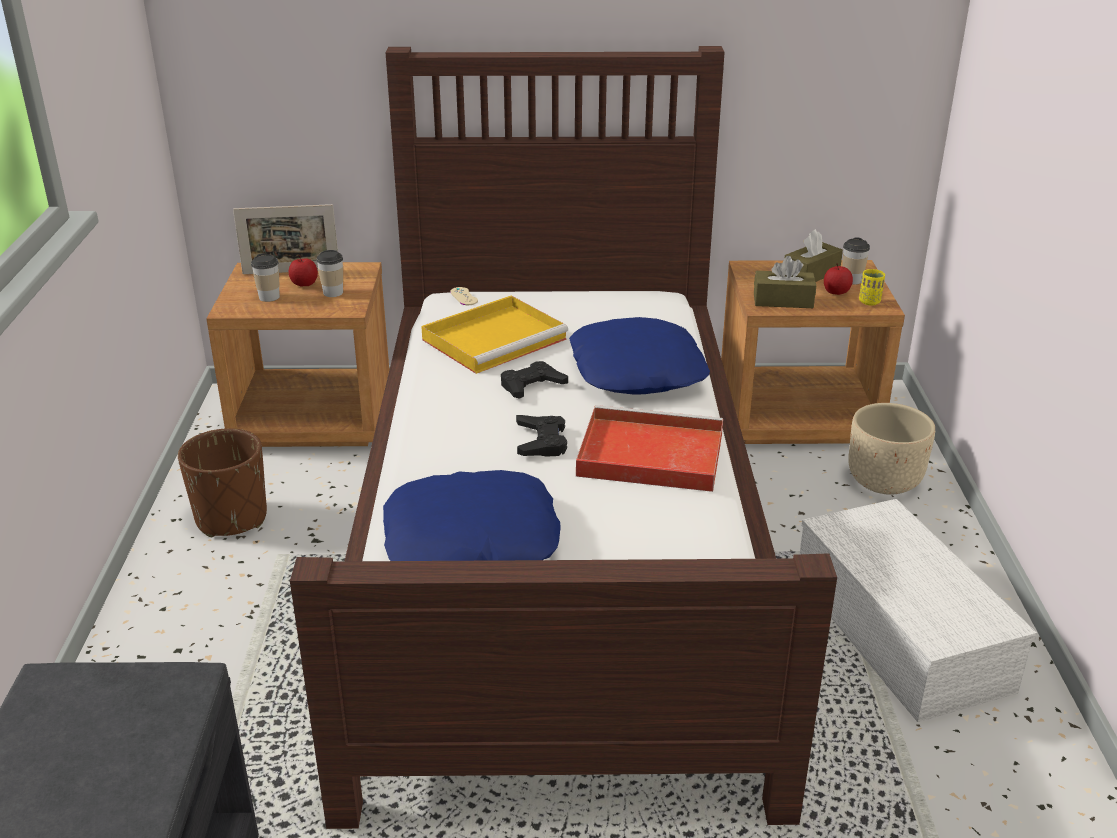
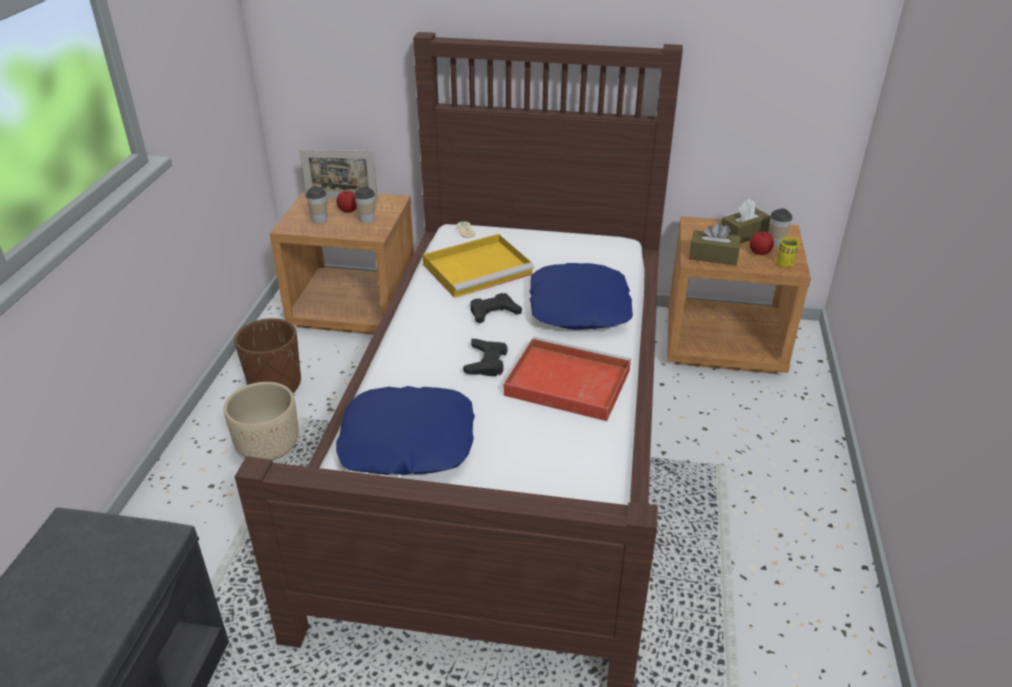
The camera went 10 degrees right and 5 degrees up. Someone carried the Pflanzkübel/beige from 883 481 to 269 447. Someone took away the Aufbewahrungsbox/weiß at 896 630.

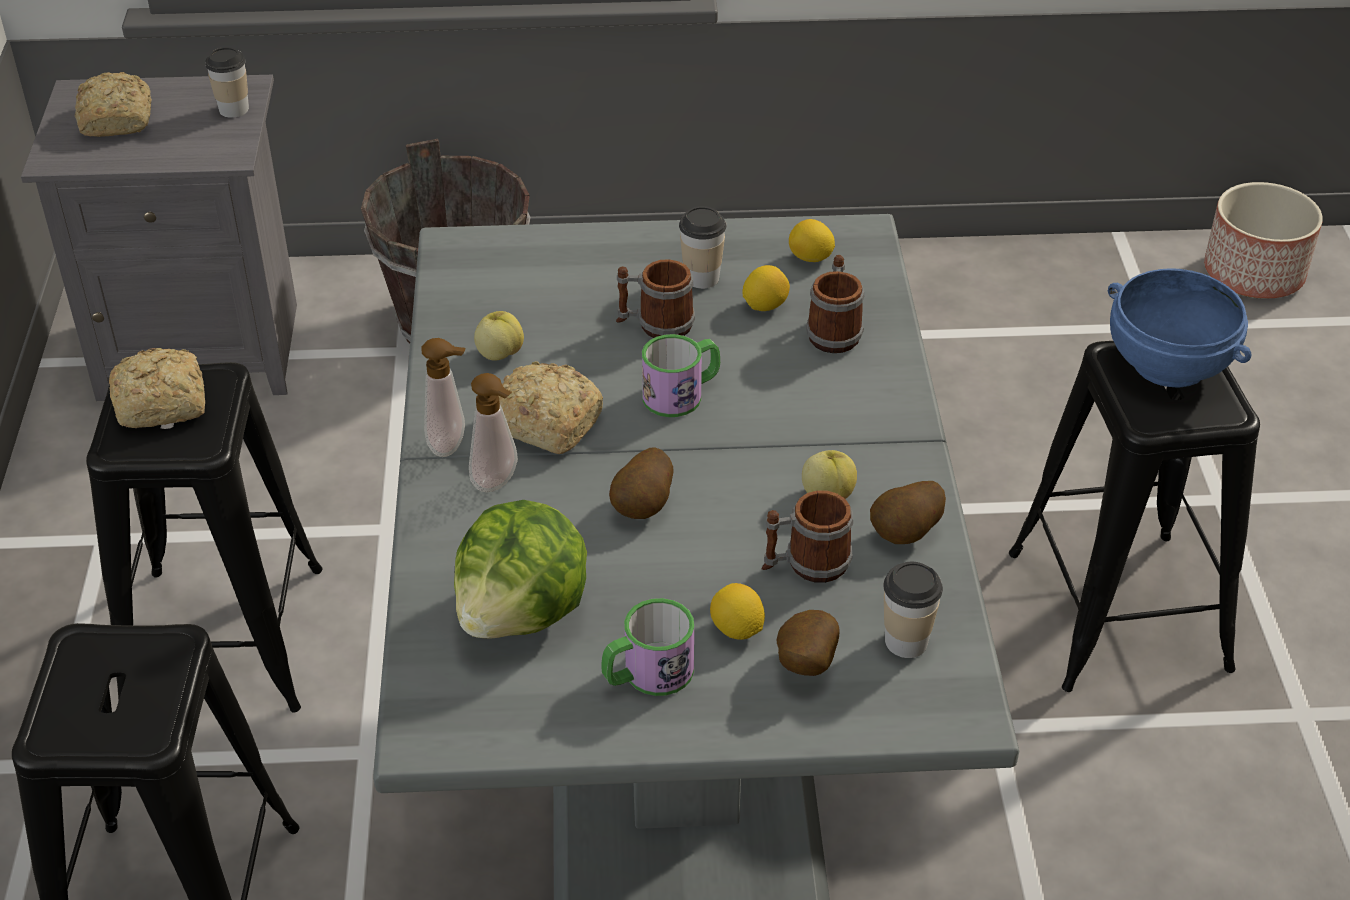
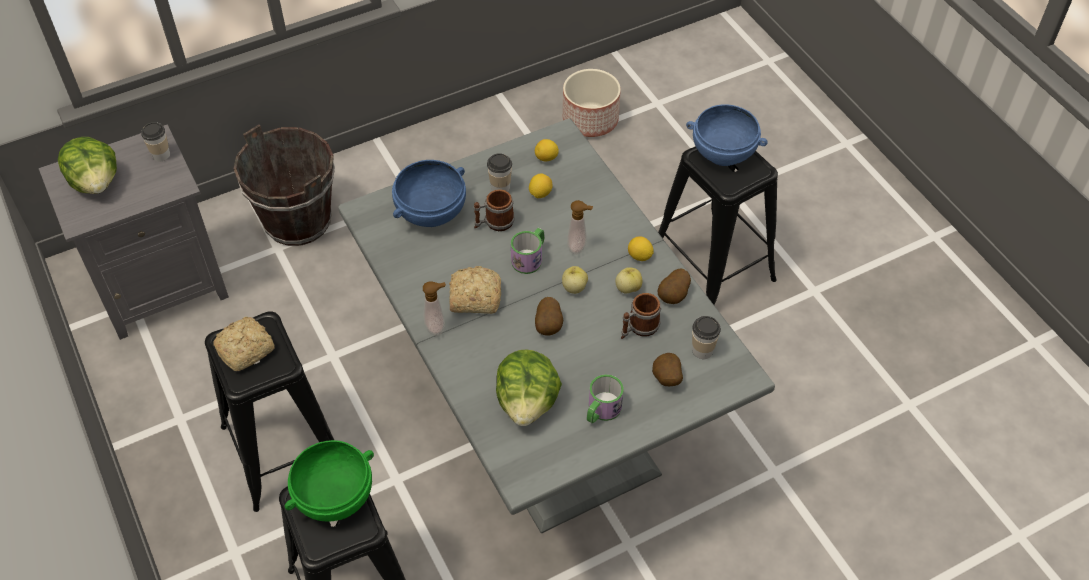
The camera went 25 degrees left and 10 degrees up. Someone swapped the Brot at 118 118 for the Salatkopf at 96 182. Someone put down the Schüssel/grün at 335 498. Someone put down the Schüssel/blau at 430 211. Someone carried the Apfel from 499 354 to 574 287. Someone carried the Pflanzkübel from 1252 274 to 589 120. Someone carried the Seifenspender from 498 483 to 578 248. Someone carried the Zitrone from 736 629 to 639 256. Someone took away the Henkelbecher at 834 331.

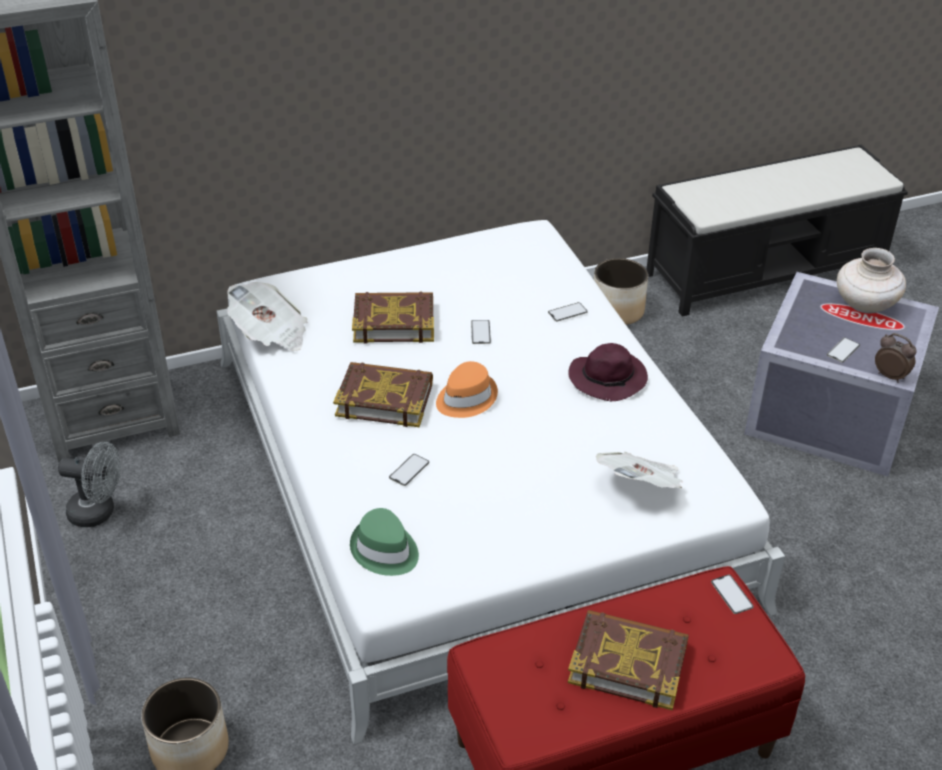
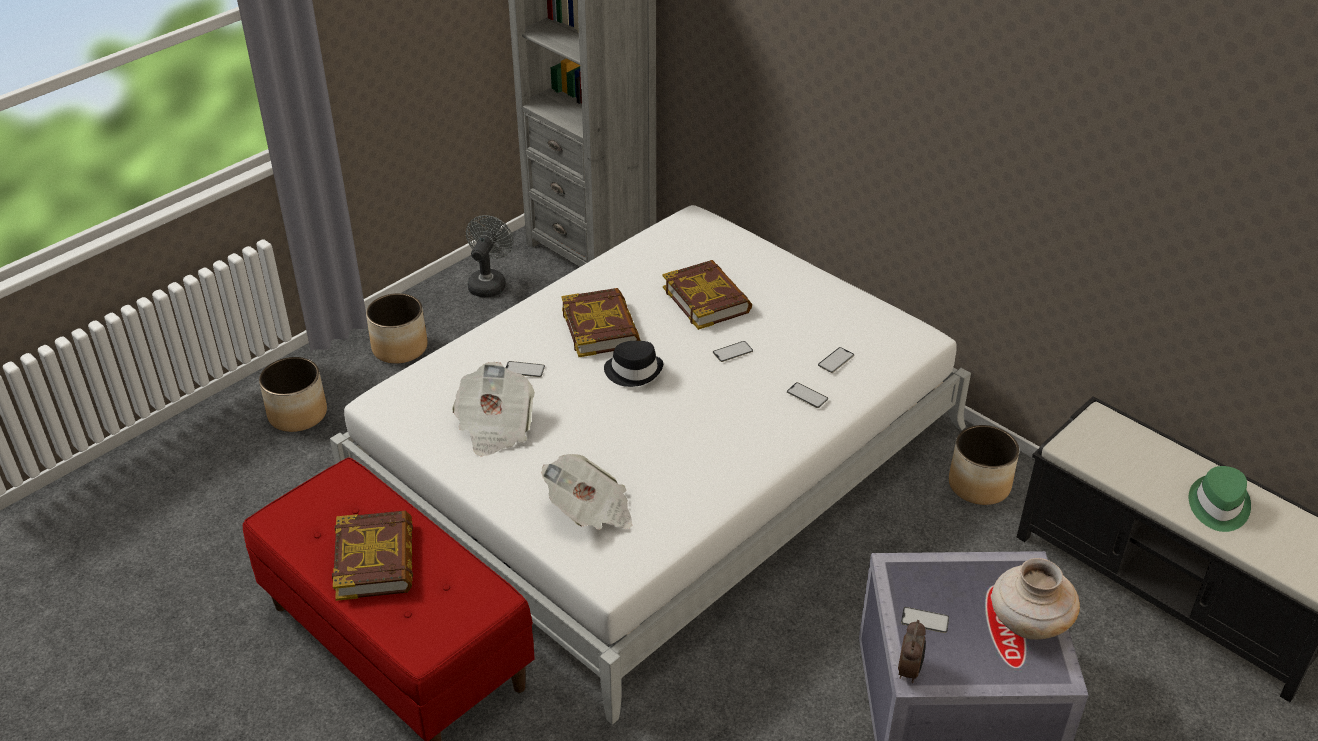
The camera went 65 degrees right and 0 degrees up. Someone put down the Pflanzkübel at 400 347. Someone carried the Zeitung from 270 334 to 494 427. Someone rotated the Ventilator/grau at 99 512 by 150 degrees counterclockwise. Someone repainted the Hut/orange at 465 398, which became the Hut/schwarz at 634 371. Someone carried the Handy from 732 594 to 836 360. Someone carried the Hut/grün from 384 551 to 1218 506. Someone took away the Hut/lila at 609 378.

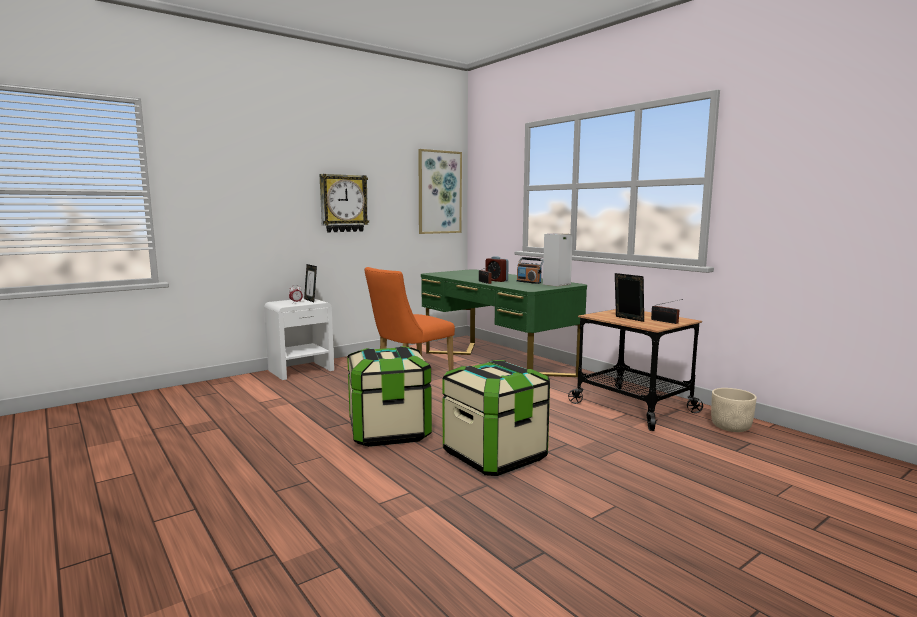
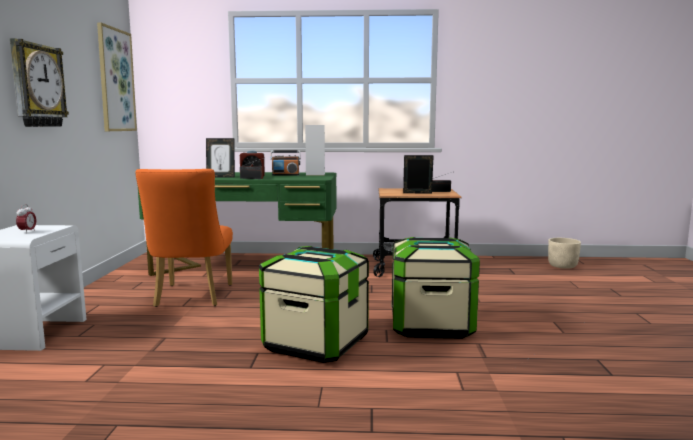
The camera went 50 degrees left and 0 degrees up. Someone carried the Bilderrahmen from 311 300 to 221 177. Someone carried the Pflanzkübel/beige from 731 427 to 563 266.

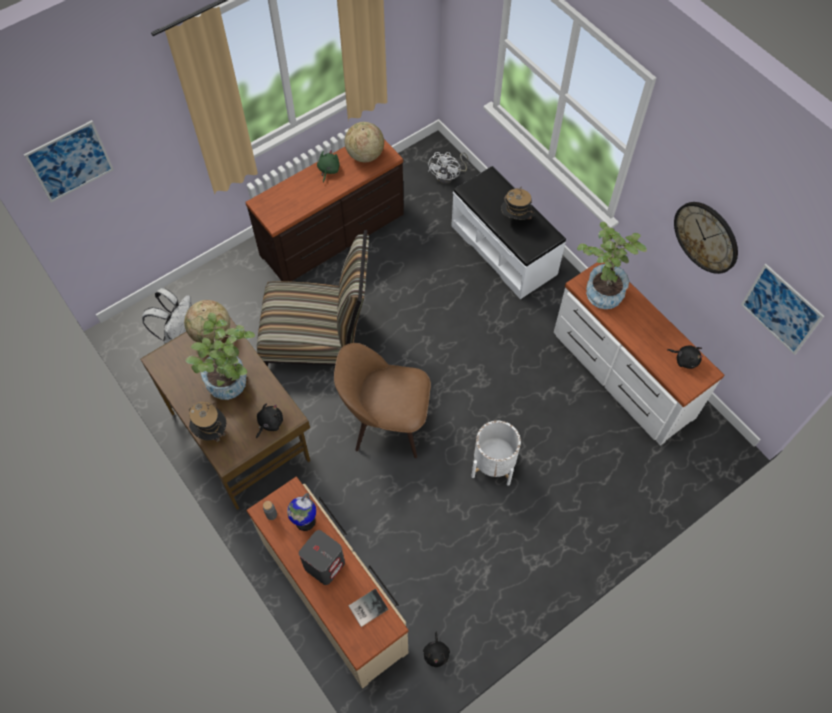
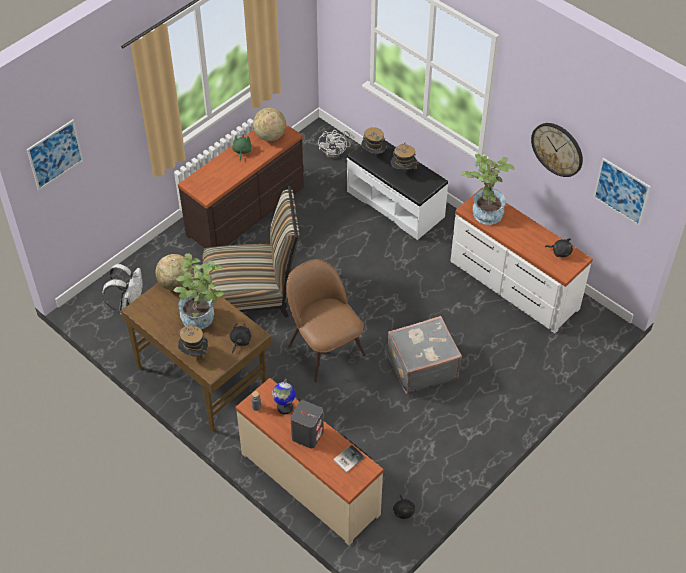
The camera went 10 degrees left and 10 degrees down. Someone rotated the Stuhl/braun at 386 421 by 60 degrees clockwise. Someone put down the Hut at 373 154. Someone swapped the Pflanzkübel/weiß at 493 463 for the Koffer/grau at 421 366.

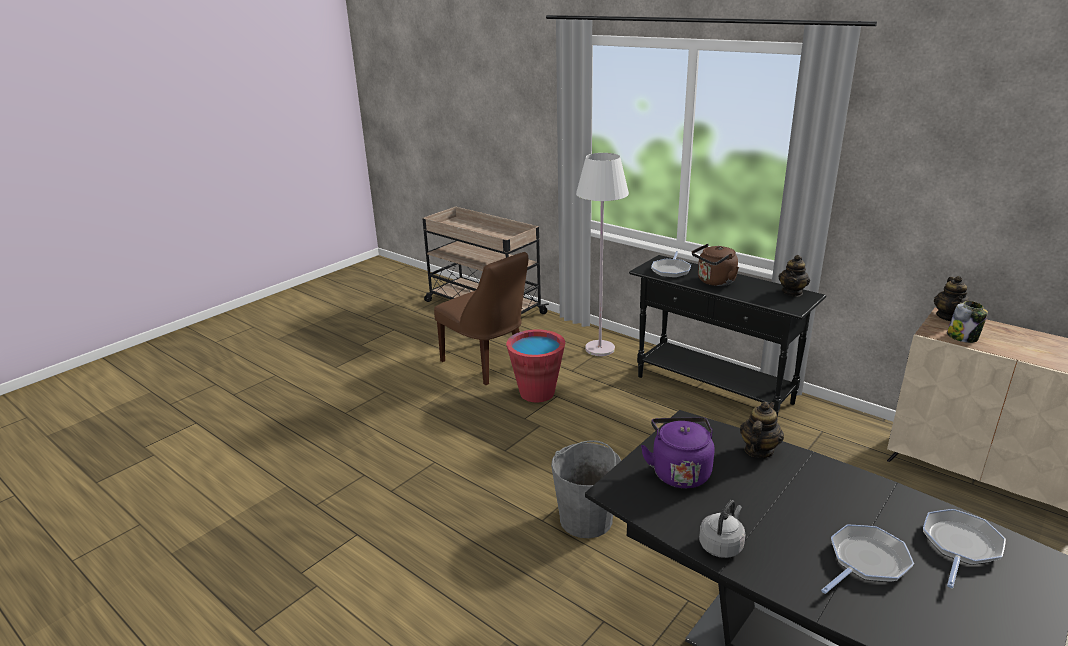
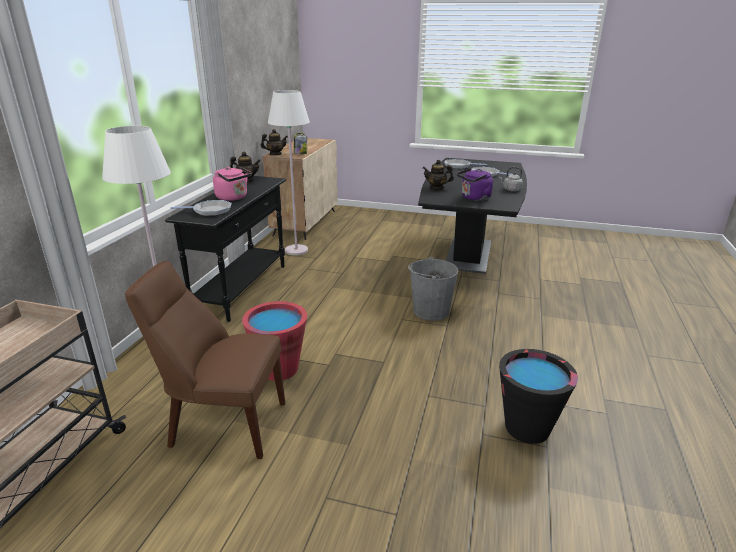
The camera went 115 degrees left and 0 degrees up. Someone rotated the Stuhl/braun at 487 364 by 105 degrees counterclockwise. Someone repainted the Wasserkessel/braun at 714 282, which became the Wasserkessel/rosa at 233 198. Someone put down the Stehlampe/weiß at 296 250. Someone put down the Eimer/schwarz at 527 428.

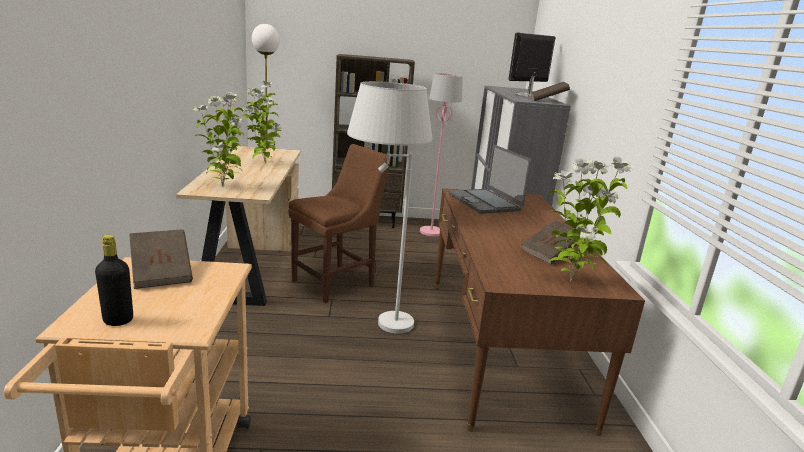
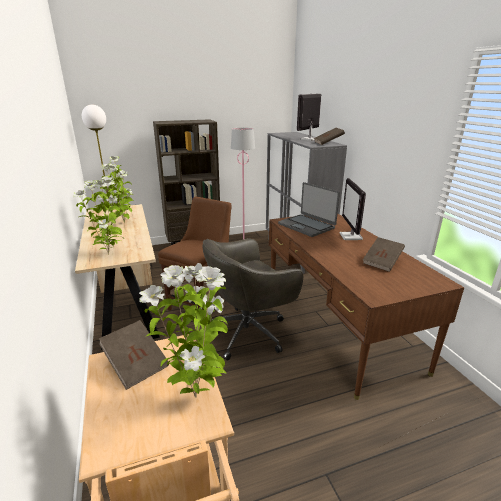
The camera went 15 degrees left and 5 degrees up. Someone carried the Topfpflanze from 571 280 to 196 395. Someone swapped the Stehlampe/weiß at 376 325 for the Bürostuhl/grau at 249 331. Someone put down the Monitor at 351 236. Someone took away the Flasche/schwarz at 118 320.

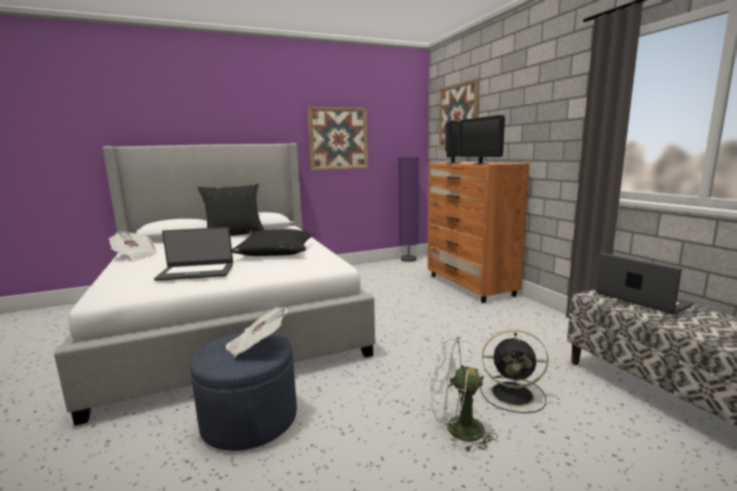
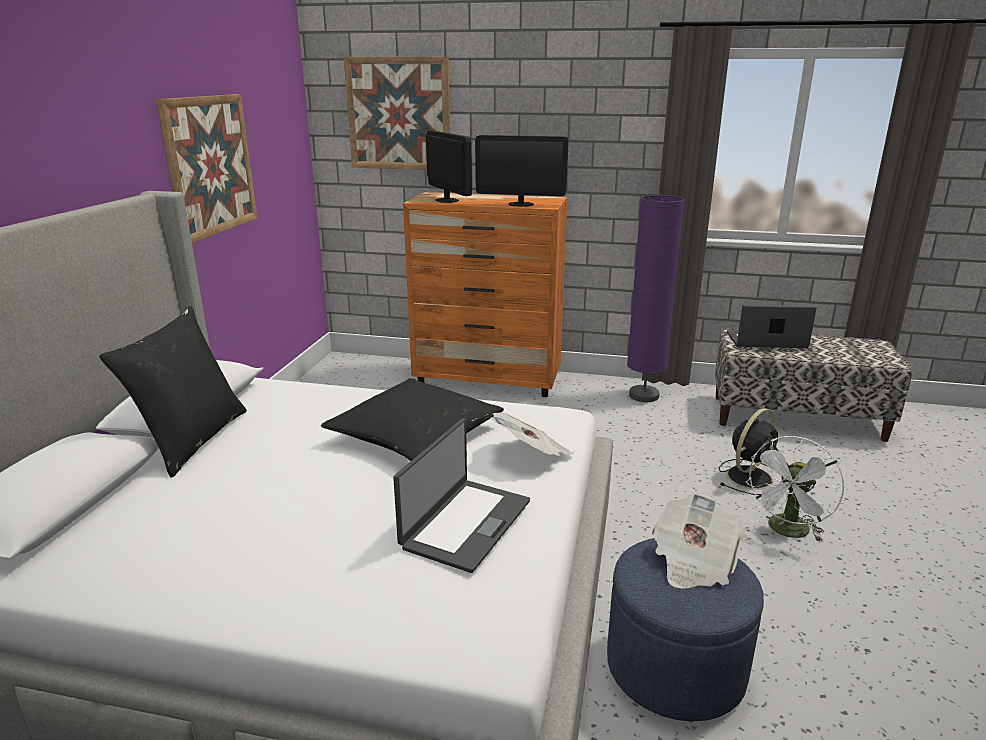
The camera went 55 degrees left and 10 degrees up. Someone carried the Zeitung from 135 256 to 532 454. Someone carried the Stehlampe/lila from 408 259 to 643 396.

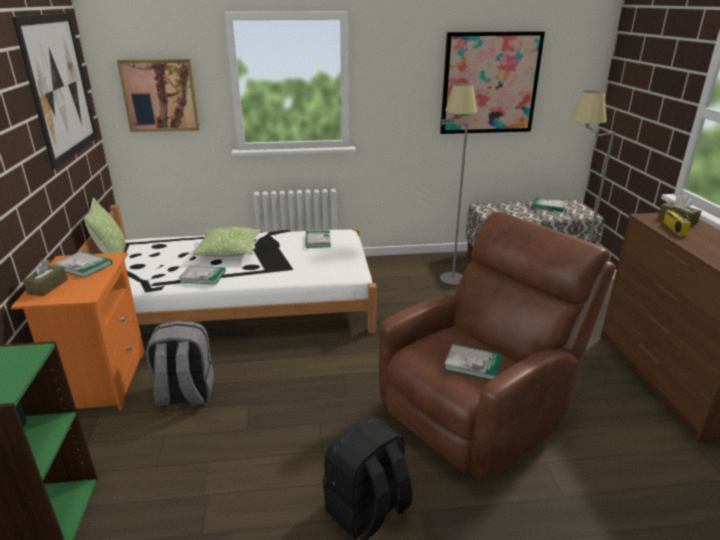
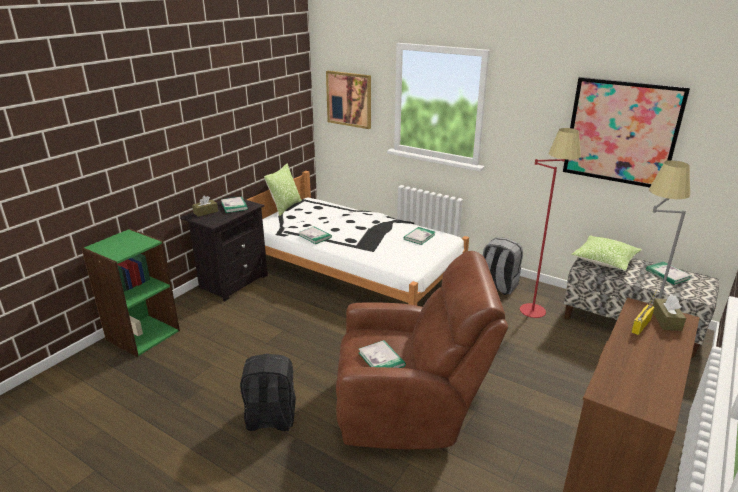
The camera went 40 degrees right and 0 degrees up. Someone repainted the Nachttisch/orange at 102 381, which became the Nachttisch/schwarz at 232 282. Someone carried the Rucksack/grau from 185 395 to 497 286. Someone repainted the Stehlampe/grau at 449 273, which became the Stehlampe/rot at 536 305. Someone carried the Kissen from 229 251 to 604 260. Someone took away the Bild at 60 87.

